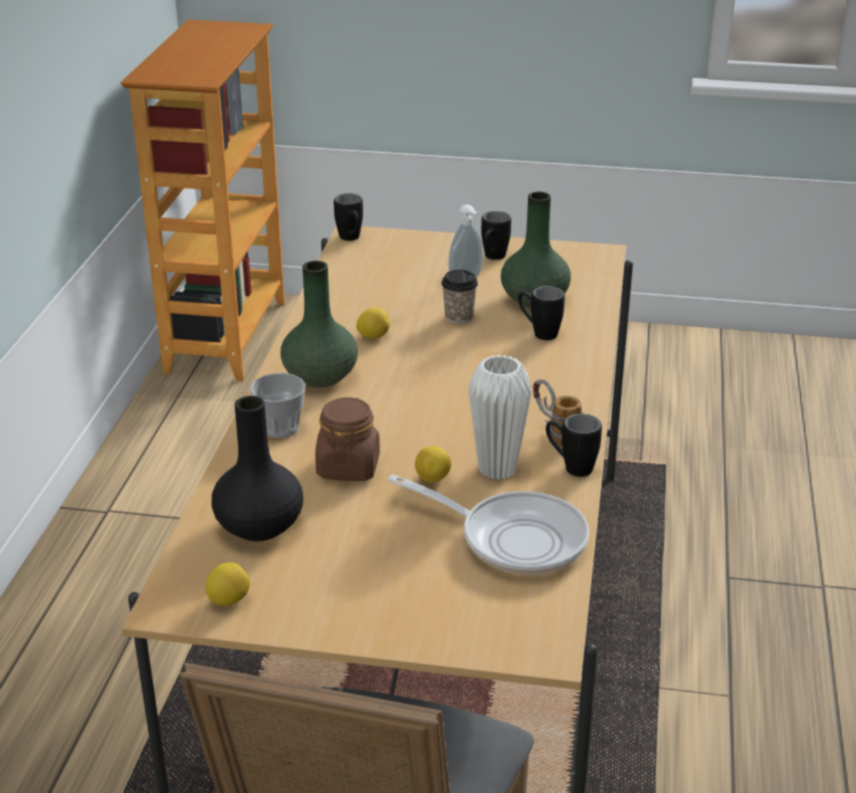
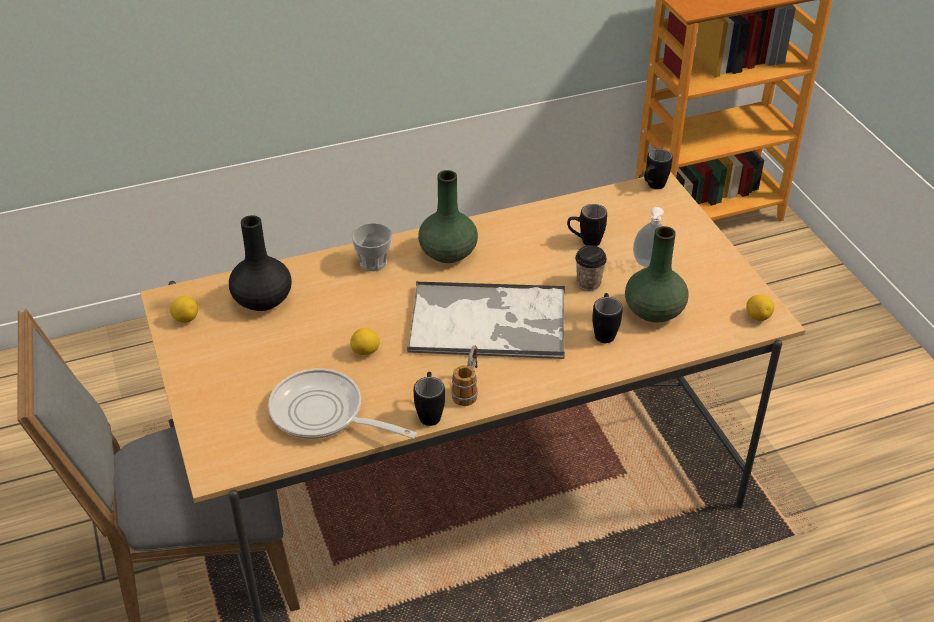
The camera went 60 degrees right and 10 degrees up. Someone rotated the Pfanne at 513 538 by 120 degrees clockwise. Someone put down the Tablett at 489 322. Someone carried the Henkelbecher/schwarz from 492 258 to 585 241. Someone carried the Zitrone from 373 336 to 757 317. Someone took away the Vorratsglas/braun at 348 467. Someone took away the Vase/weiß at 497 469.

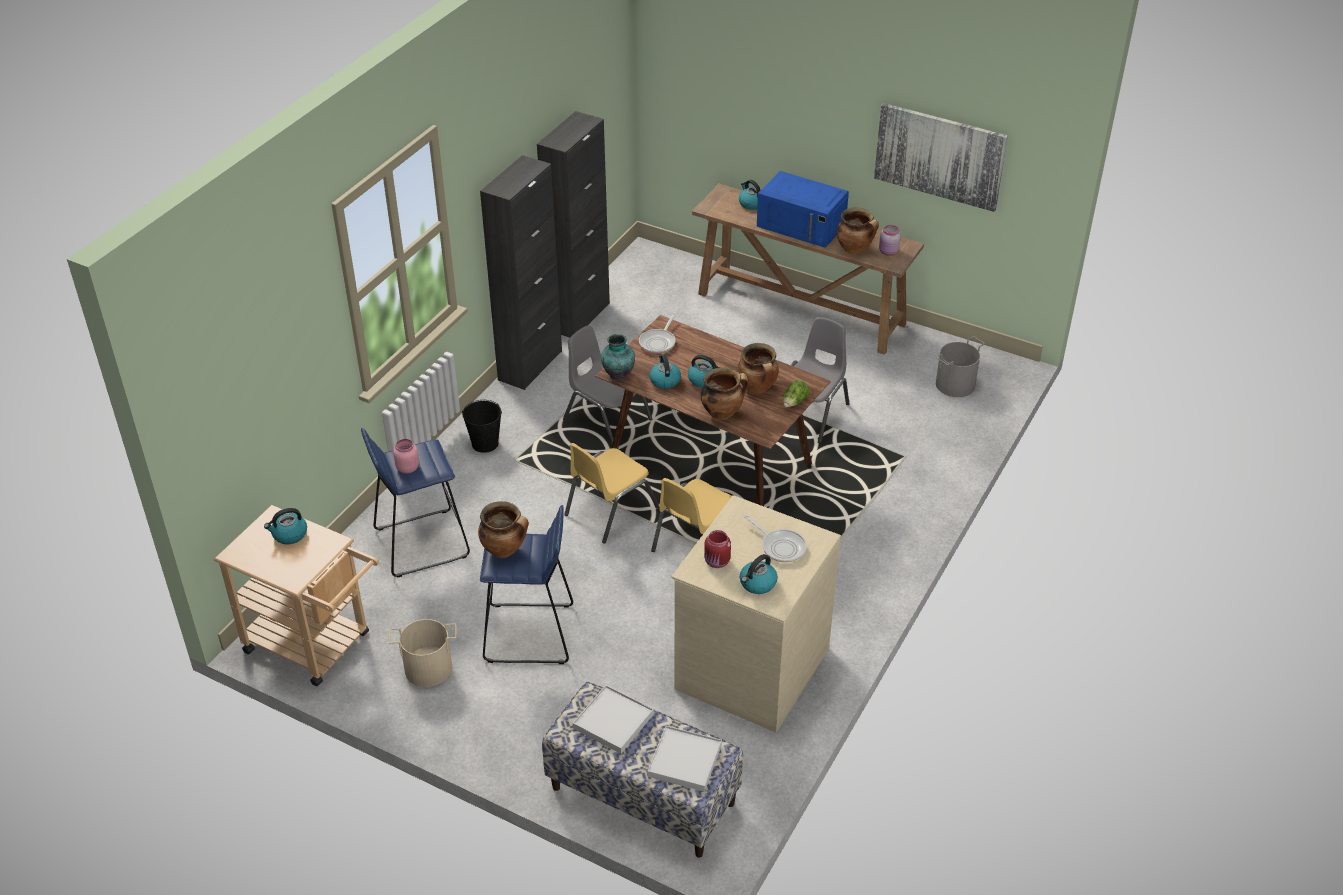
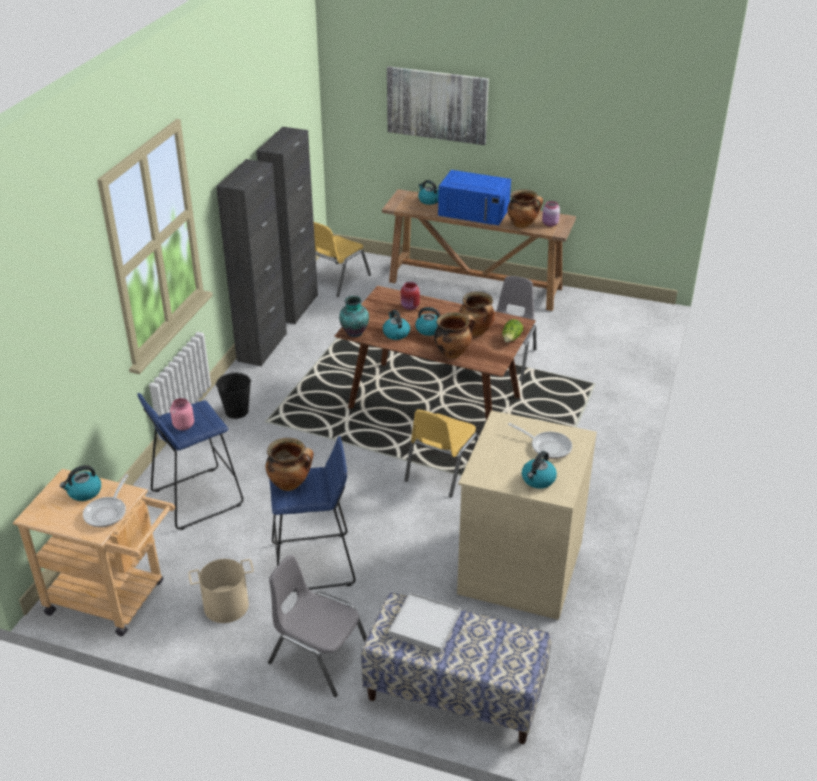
The camera went 10 degrees left and 5 degrees down. Someone carried the Pfanne from 659 342 to 107 512. Someone carried the Stuhl/grau from 606 420 to 319 656. Someone carried the Stuhl/gelb from 610 511 to 337 280. Someone carried the Bild from 939 156 to 437 105. Someone carried the Vorratsglas/rot from 717 562 to 410 307. Someone took away the Tablett/weiß at 684 761. Someone took away the Eimer/grau at 955 385.

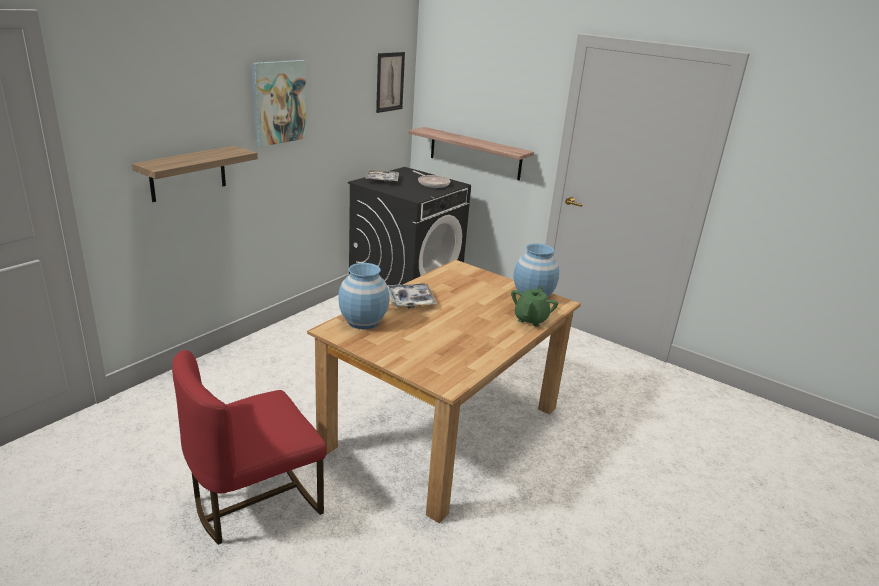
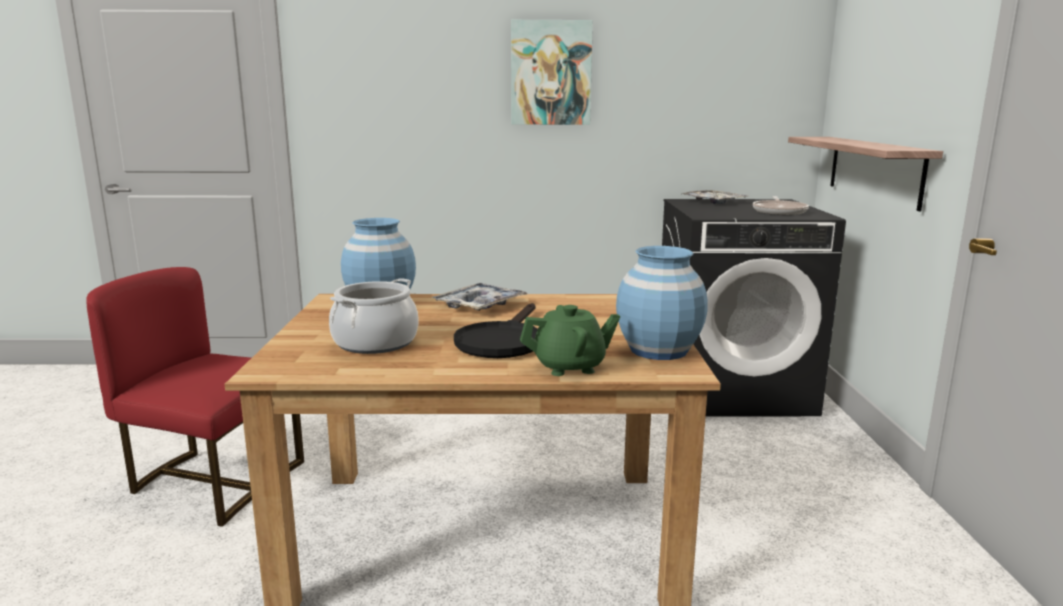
The camera went 55 degrees right and 10 degrees down. Someone put down the Kochtopf at 375 342. Someone put down the Pfanne/schwarz at 502 341. Someone took away the Wandregal at 188 173. Someone took away the Bild at 390 82.

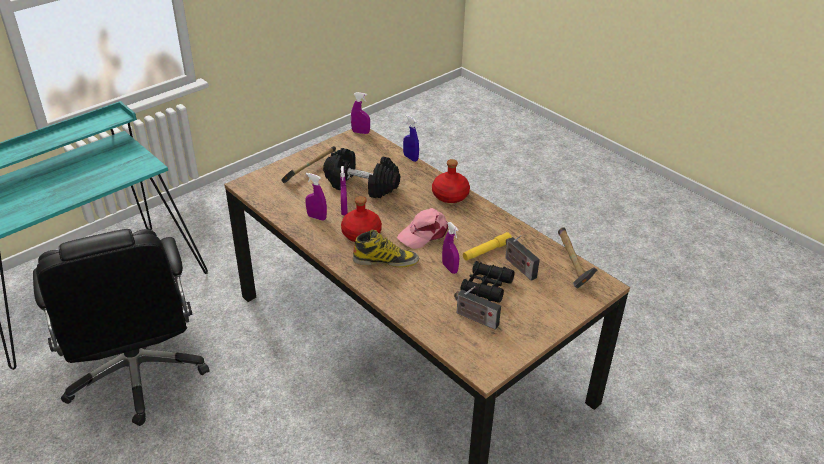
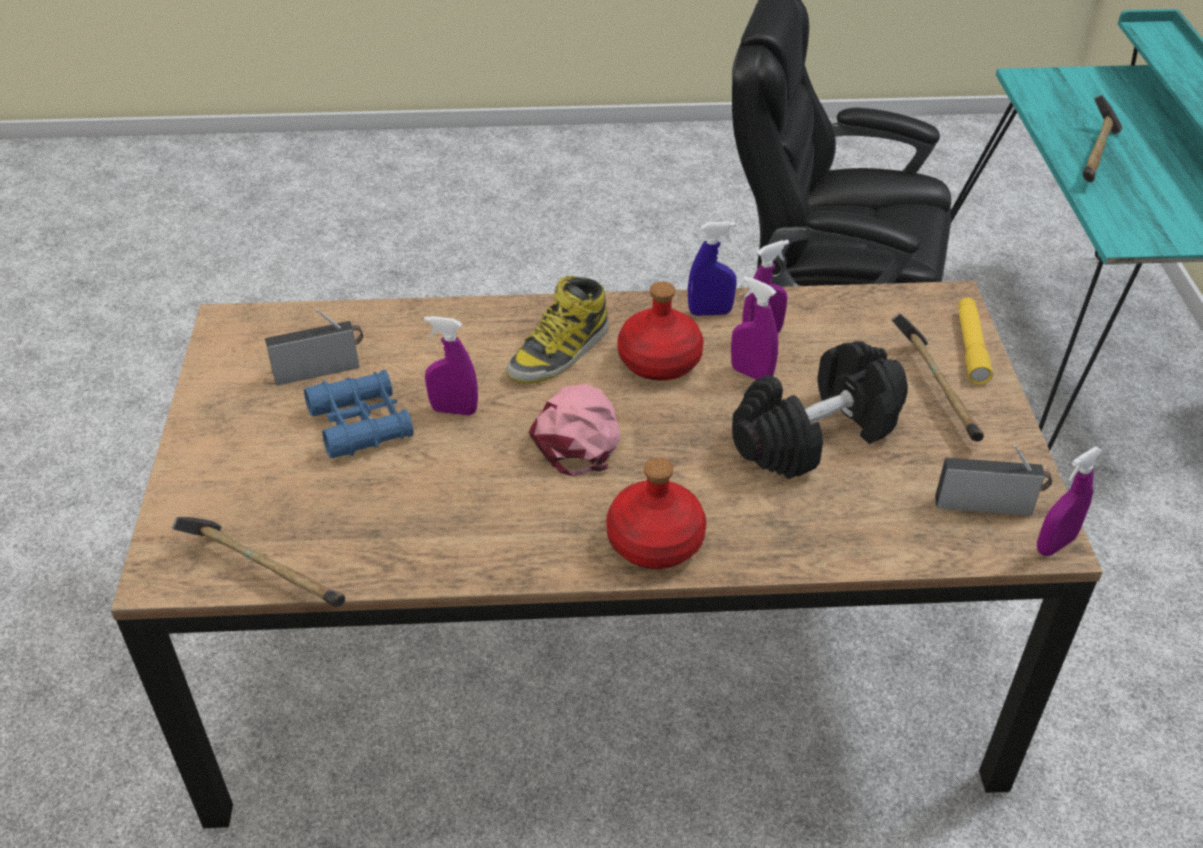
The camera went 130 degrees right and 5 degrees up. Someone repainted the Fernglas/schwarz at 486 287, which became the Fernglas/blau at 361 424. Someone carried the Sprühflasche/blau from 410 158 to 710 312. Someone carried the Radio from 518 267 to 987 505. Someone carried the Taschenlampe/gelb from 486 251 to 971 347. Someone put down the Hammer at 1096 156.

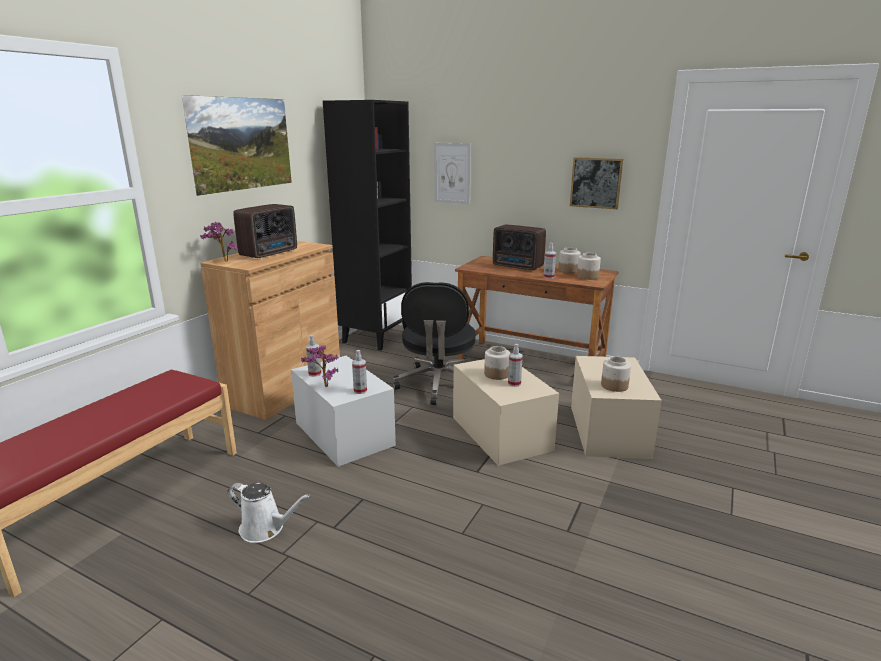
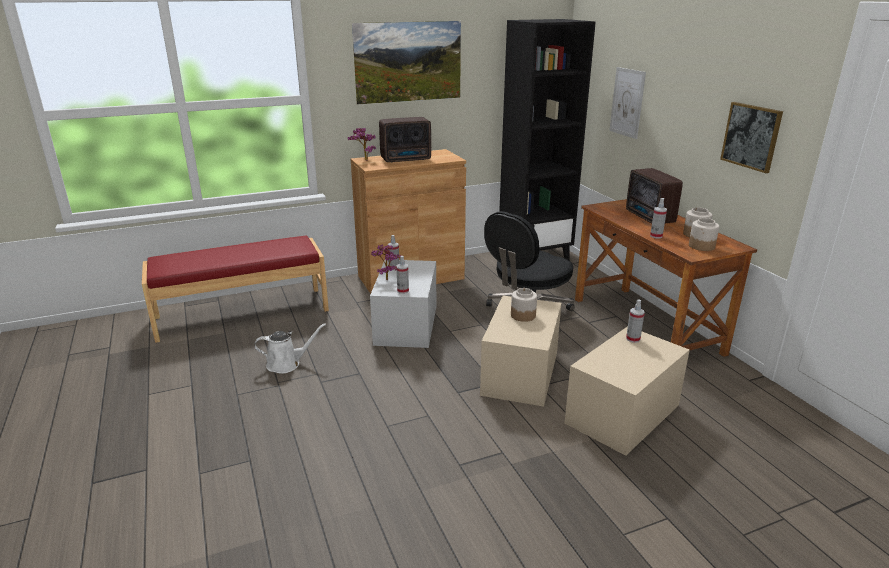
The camera went 40 degrees right and 5 degrees up. Someone rotated the Gießkanne/weiß at 265 529 by 75 degrees counterclockwise. Someone carried the Sprühflasche from 514 383 to 633 339. Someone took away the Vorratsglas at 614 386.

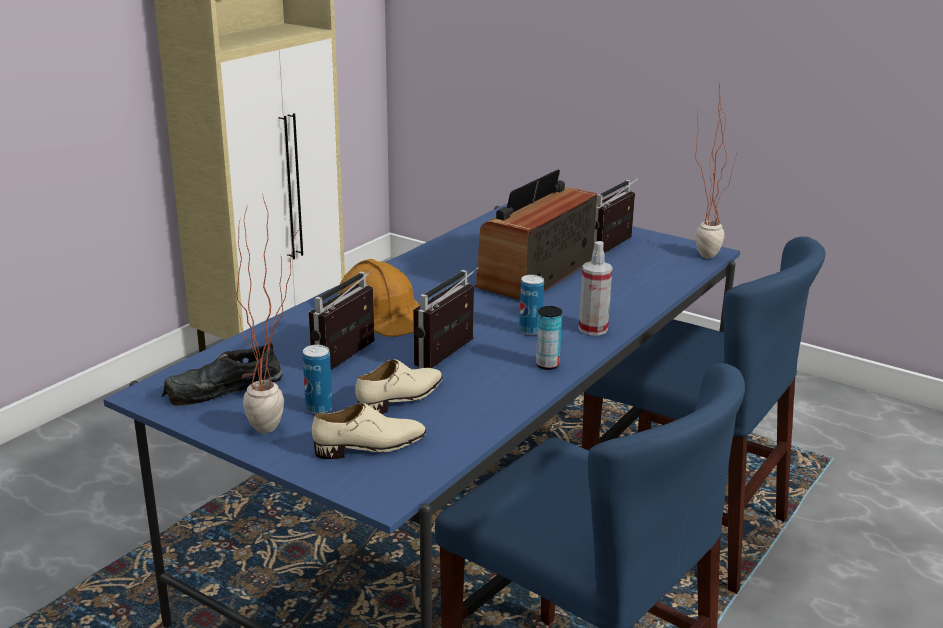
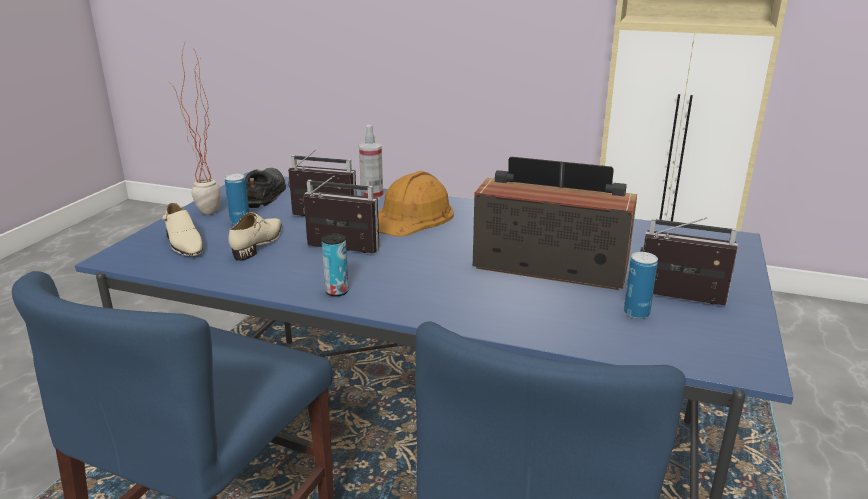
The camera went 75 degrees right and 0 degrees up. Someone rotated the Schuh/beige at 401 398 by 105 degrees counterclockwise. Someone rotated the Schuh/schwarz at 222 388 by 45 degrees clockwise. Someone carried the Sprühflasche from 593 329 to 372 196. Someone carried the Dose from 530 330 to 636 313. Someone took away the Topfpflanze at 703 253.

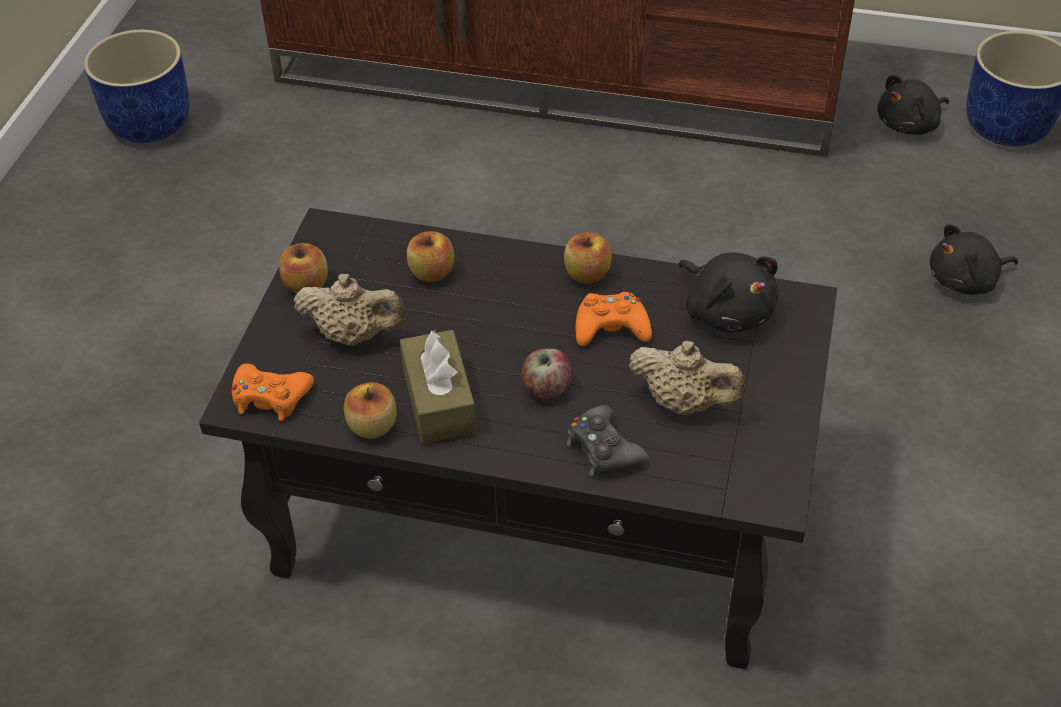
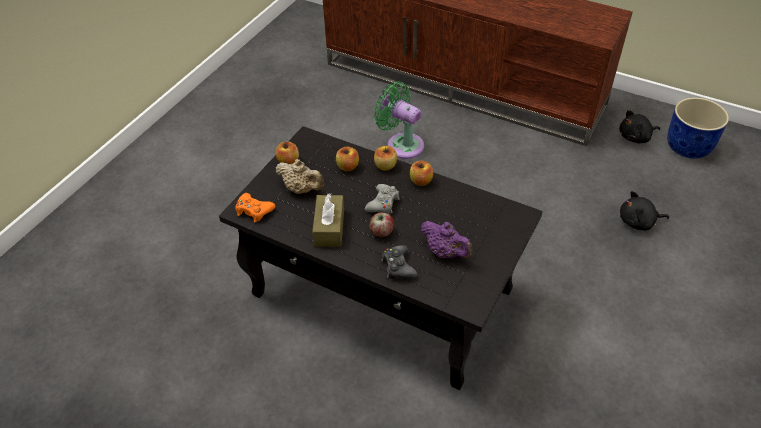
The camera went 15 degrees right and 0 degrees up. Someone put down the Gamepad/grau at 383 203. Someone put down the Ventilator/grün at 402 144. Someone carried the Apfel from 372 426 to 385 166. Someone repainted the Teekanne/beige at 684 402, which became the Teekanne/lila at 445 252. Someone took away the Pflanzkübel/blau at 148 123. Someone took away the Gamepad/orange at 611 327. Someone took away the Plüschtier/schwarz at 726 310.

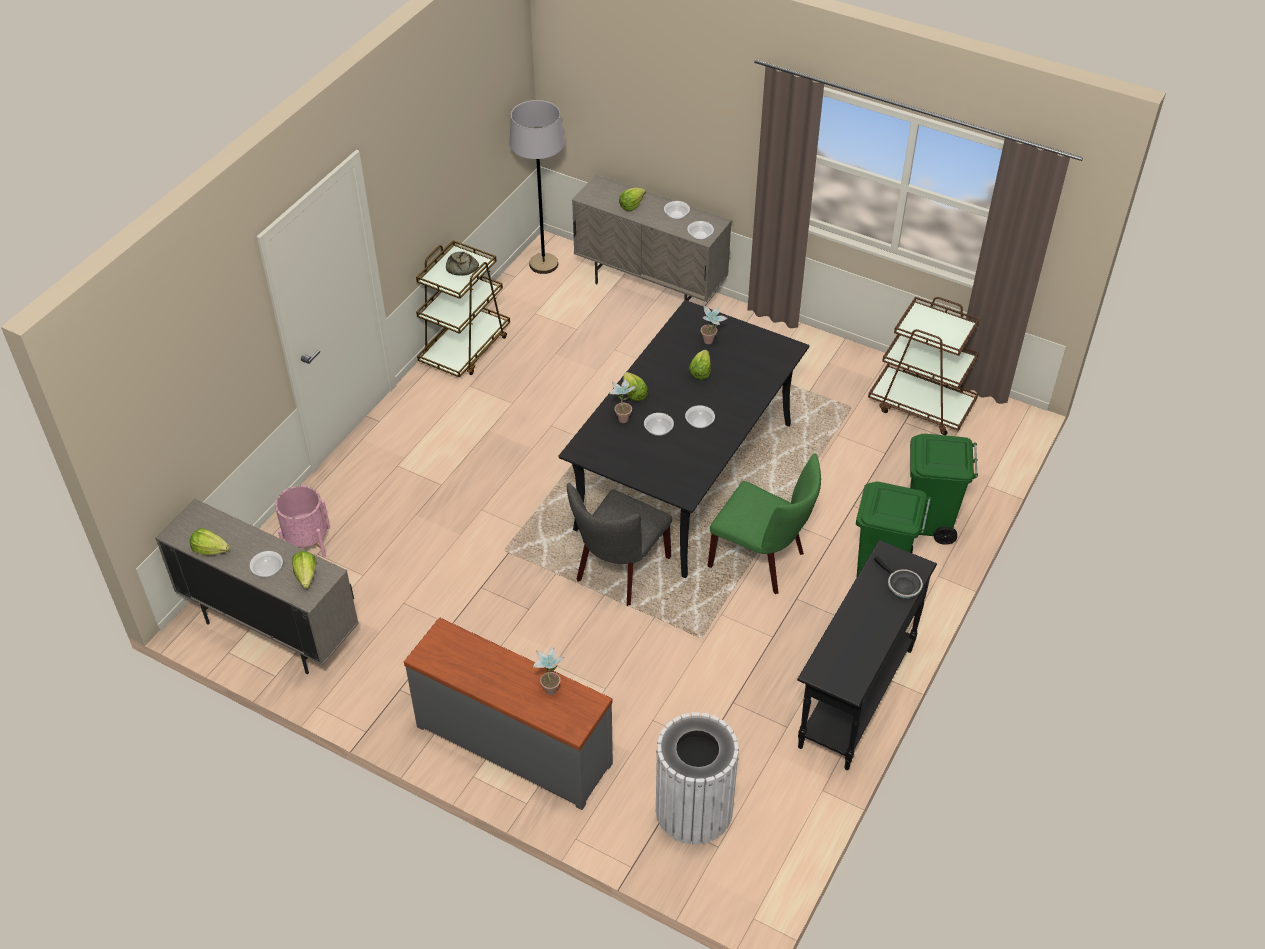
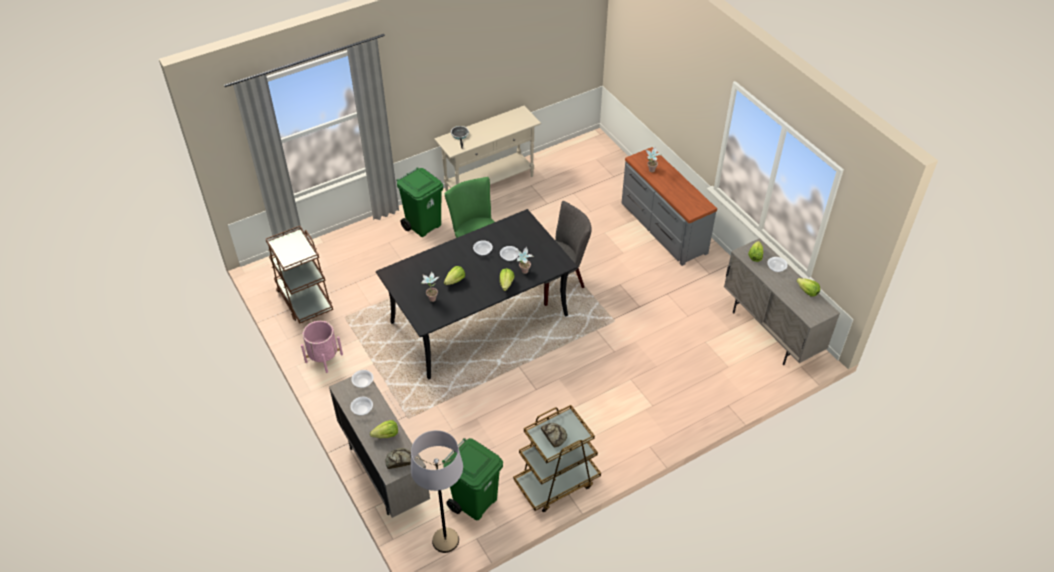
The camera went 150 degrees left and 0 degrees up. Someone carried the Pflanzkübel/rosa from 307 542 to 324 358. Someone put down the Brot at 399 460. Someone repainted the Konsolentisch/schwarz at 855 698, which became the Konsolentisch/beige at 490 183. Someone carried the Mülleimer/grün from 930 522 to 475 501. Someone took away the Mülleimer/weiß at 693 810.

